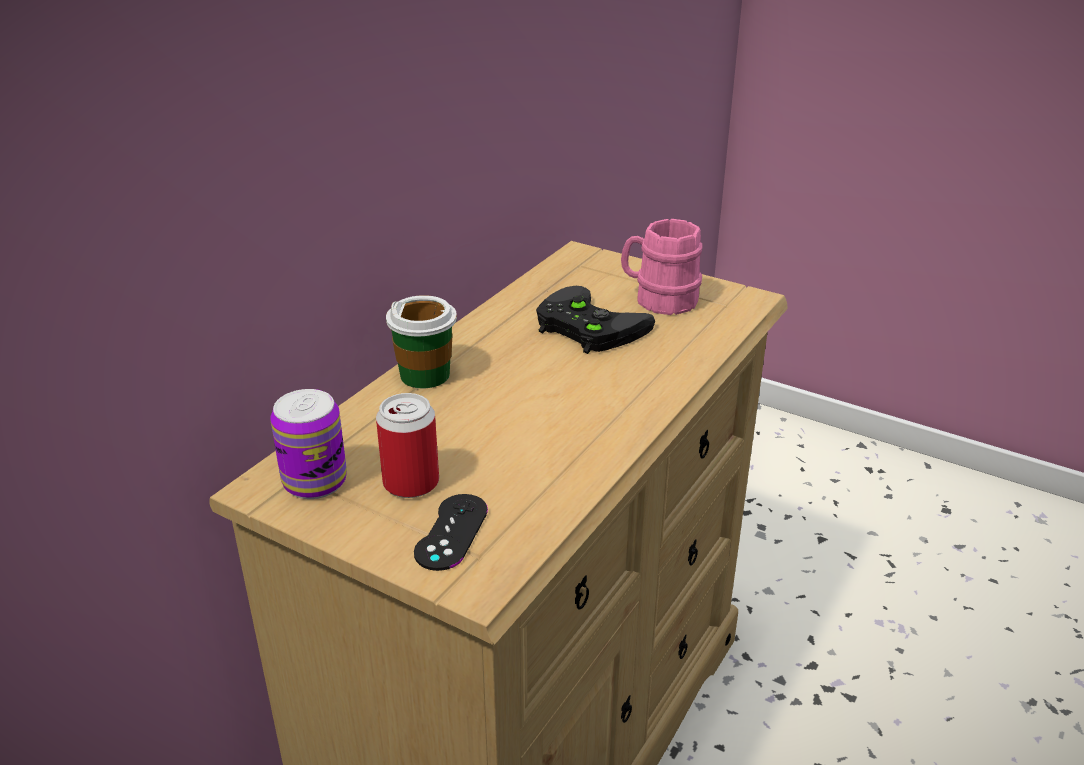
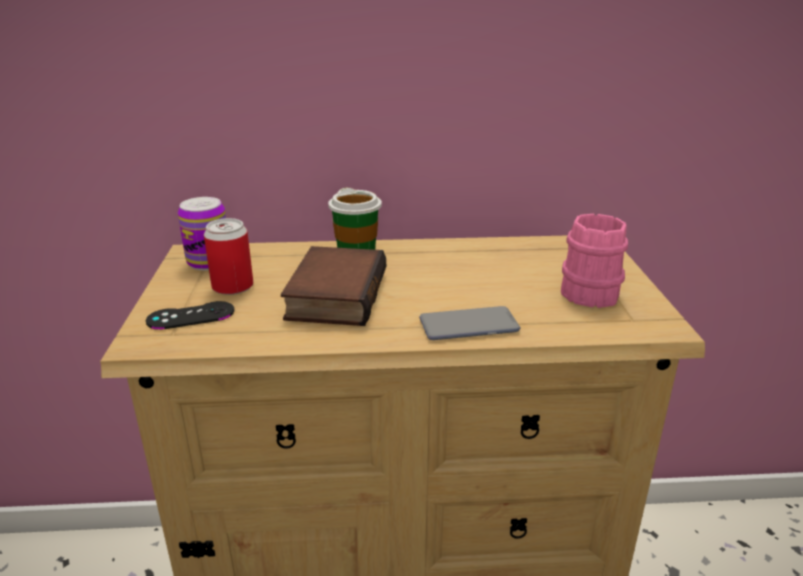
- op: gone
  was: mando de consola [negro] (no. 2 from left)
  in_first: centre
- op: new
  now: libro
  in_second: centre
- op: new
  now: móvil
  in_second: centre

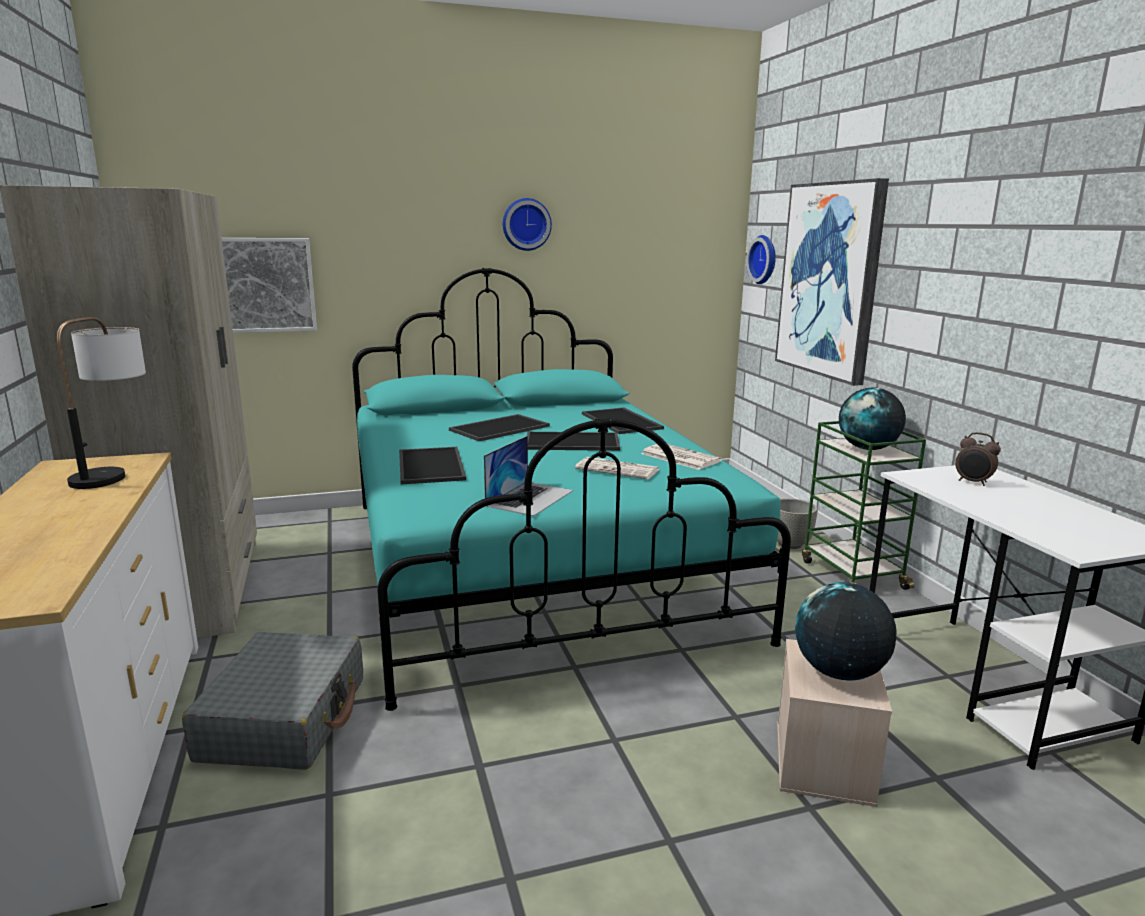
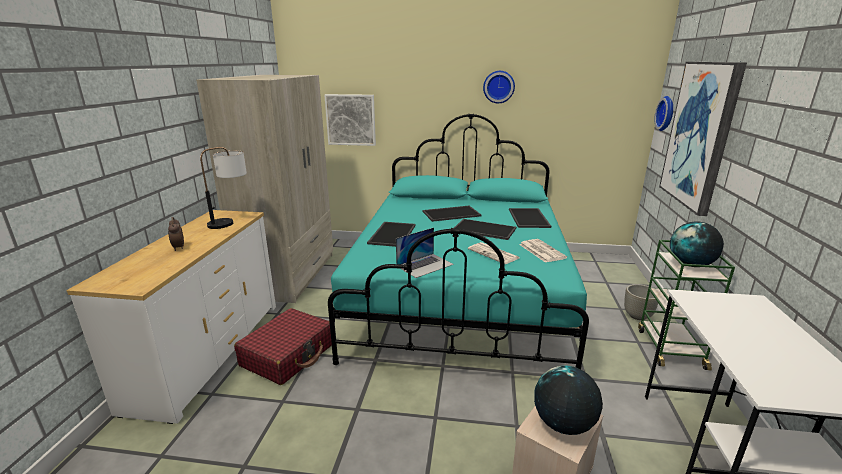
- op: repainted
  was: maleta [gris]
  now: maleta [rojo]
  in_first: bottom left
  in_second: bottom centre
- op: shifted
  was: despertador
  in_first: middle right
  in_second: middle left

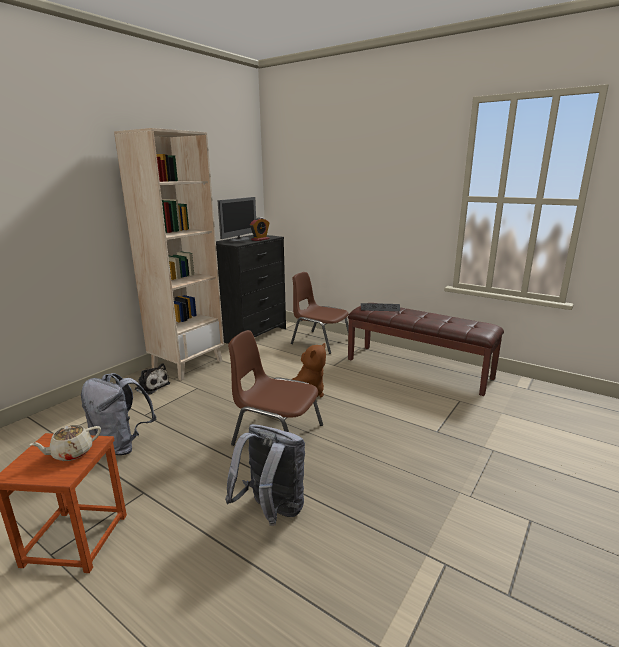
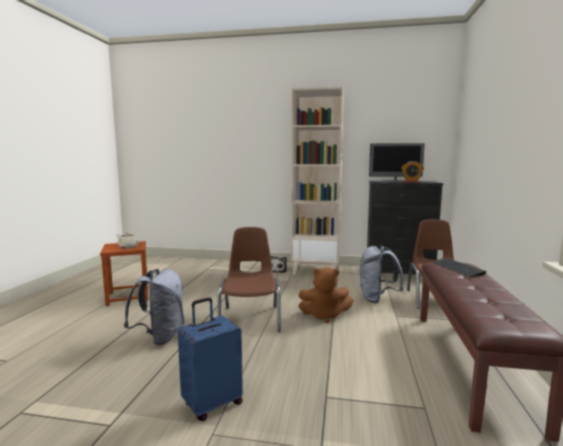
- op: shifted
  was: mochila [gris] (no. 1 from left in the first image)
  now: mochila [gris] (no. 2 from left)
  in_first: middle left
  in_second: middle right
- op: new
  now: maleta [azul]
  in_second: bottom centre

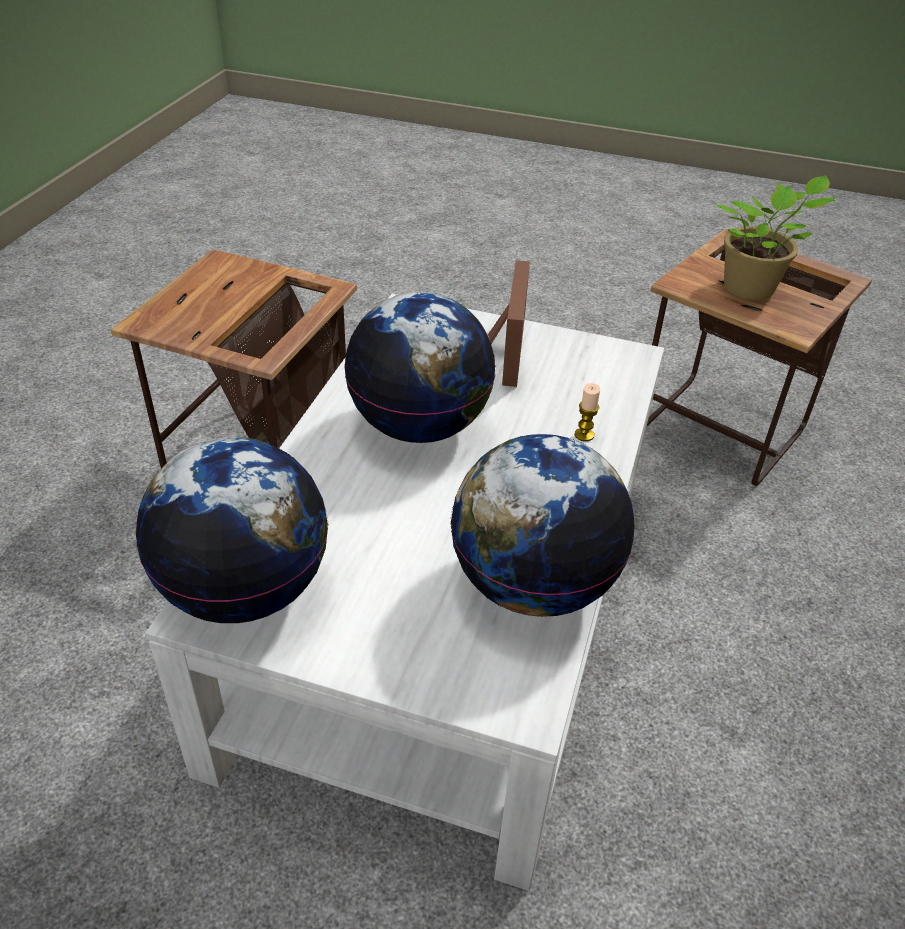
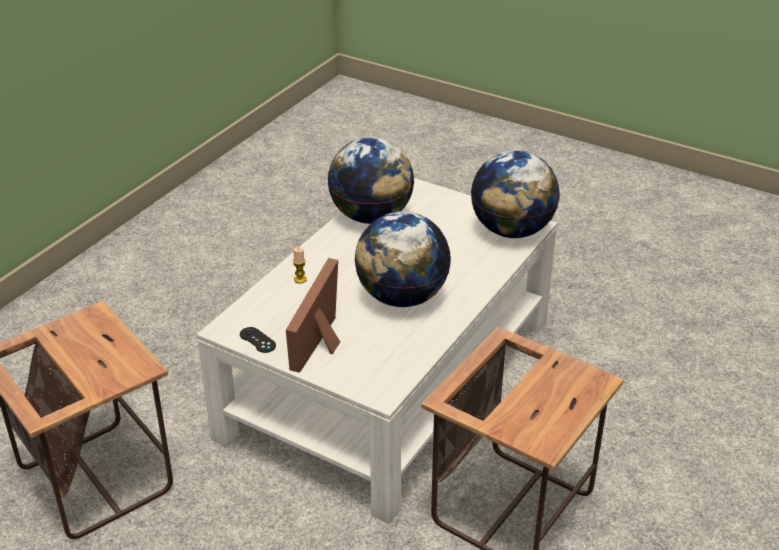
- op: gone
  was: planta en maceta
  in_first: top right
- op: new
  now: mando de consola [negro]
  in_second: middle left

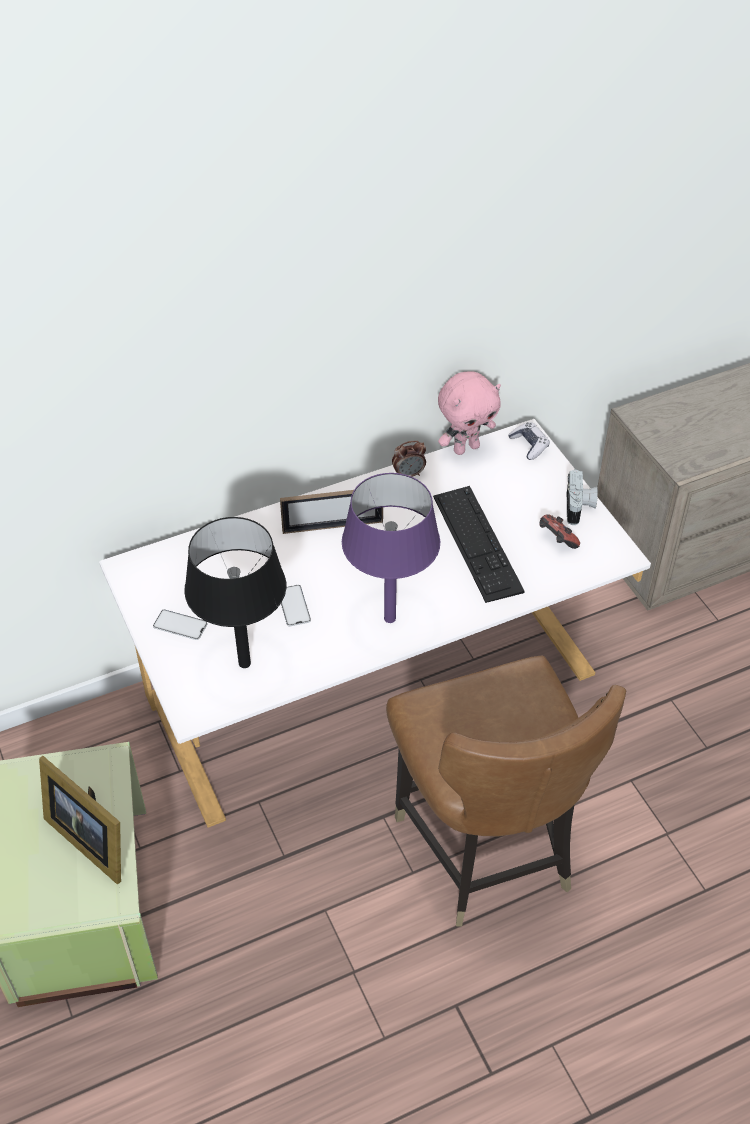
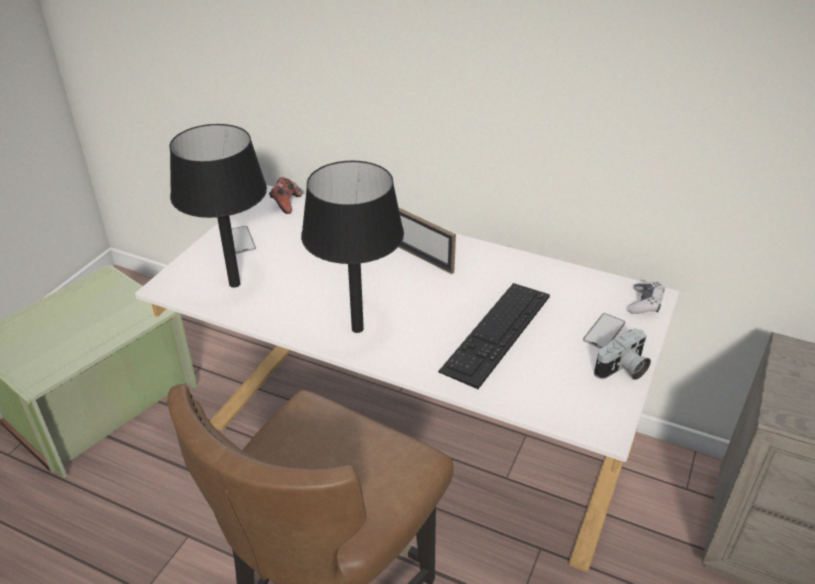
- op: gone
  was: portarretratos (no. 1 from left)
  in_first: bottom left
- op: shifted
  was: móvil (no. 2 from left)
  in_first: centre
  in_second: middle right
- op: repainted
  was: lámpara de mesa [morado]
  now: lámpara de mesa [negro] (no. 2 from left)
  in_first: centre
  in_second: centre
- op: gone
  was: despertador
  in_first: centre
- op: gone
  was: peluche [rosa]
  in_first: centre
- op: shifted
  was: mando de consola (no. 2 from left in the first image)
  now: mando de consola (no. 1 from left)
  in_first: middle right
  in_second: centre

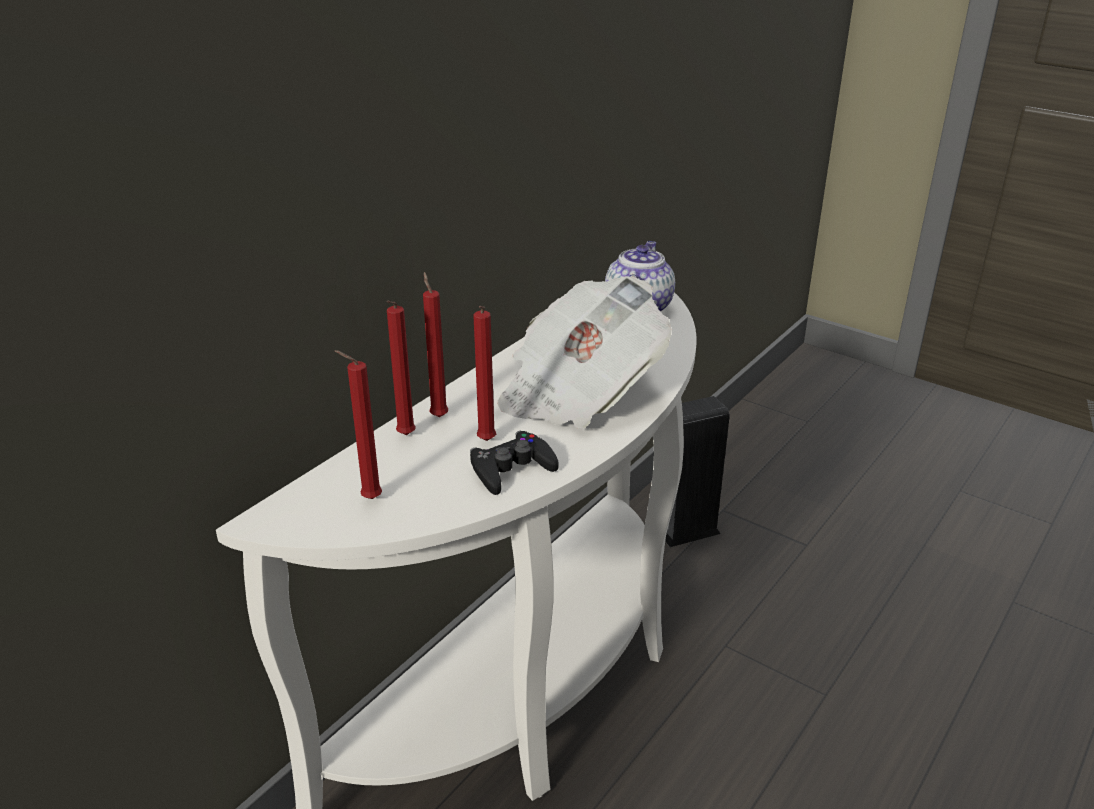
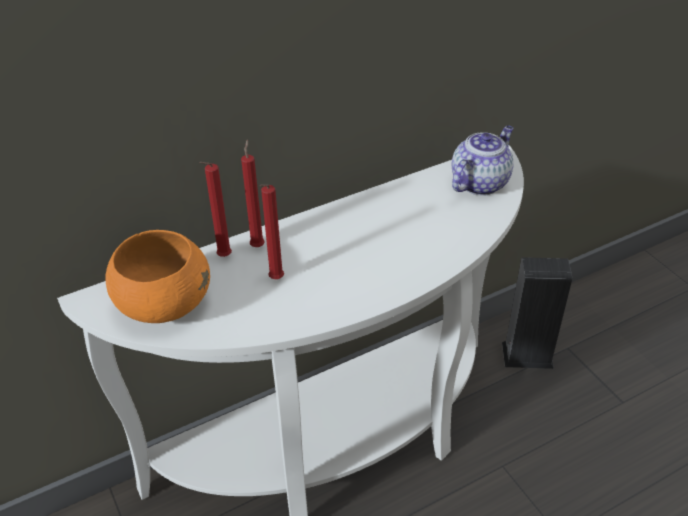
- op: swapped
  was: vela [rojo] (no. 1 from left)
  now: cuenco [naranja]
  in_first: middle left
  in_second: middle left
- op: gone
  was: mando de consola [negro]
  in_first: centre
- op: gone
  was: periódico
  in_first: centre

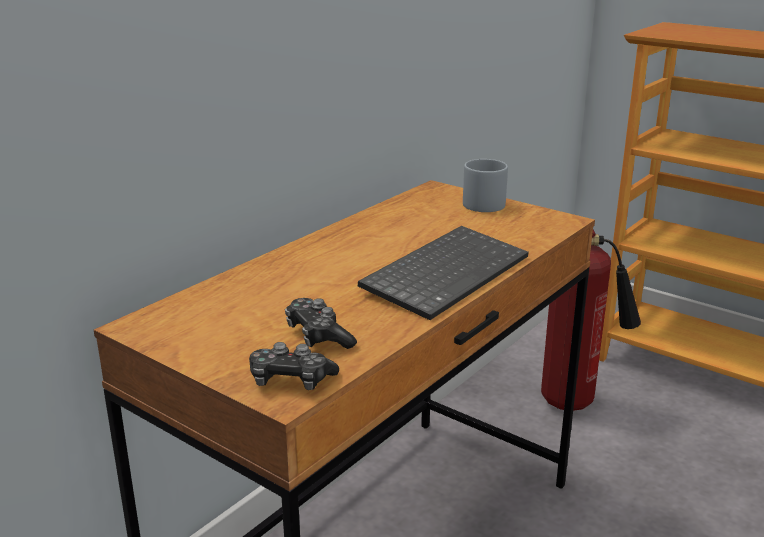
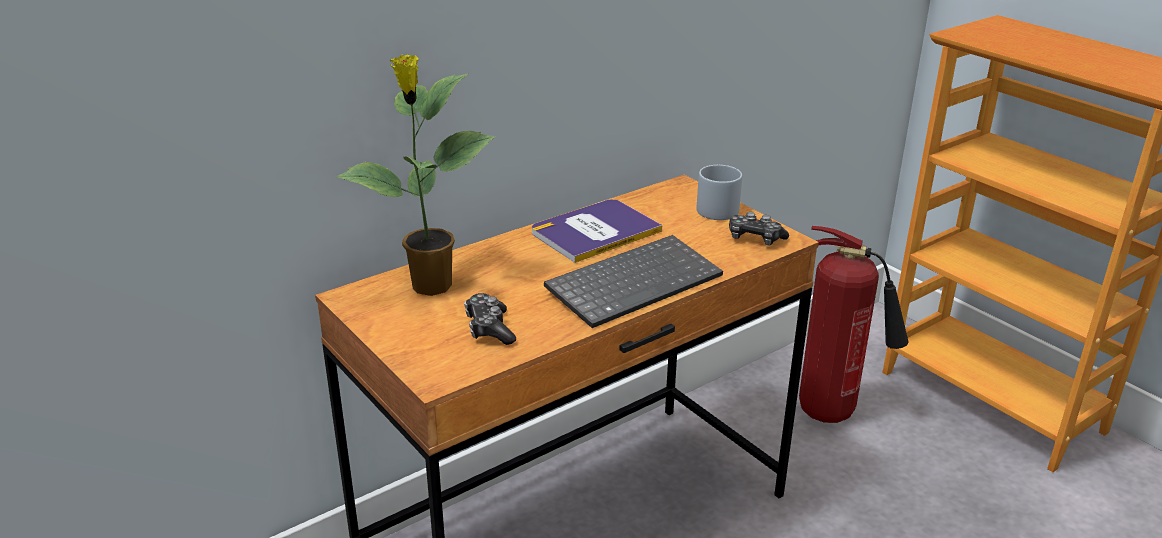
- op: shifted
  was: mando de consola (no. 1 from left in the first image)
  now: mando de consola (no. 2 from left)
  in_first: bottom centre
  in_second: centre
- op: new
  now: planta en maceta
  in_second: top centre
- op: new
  now: libro
  in_second: centre

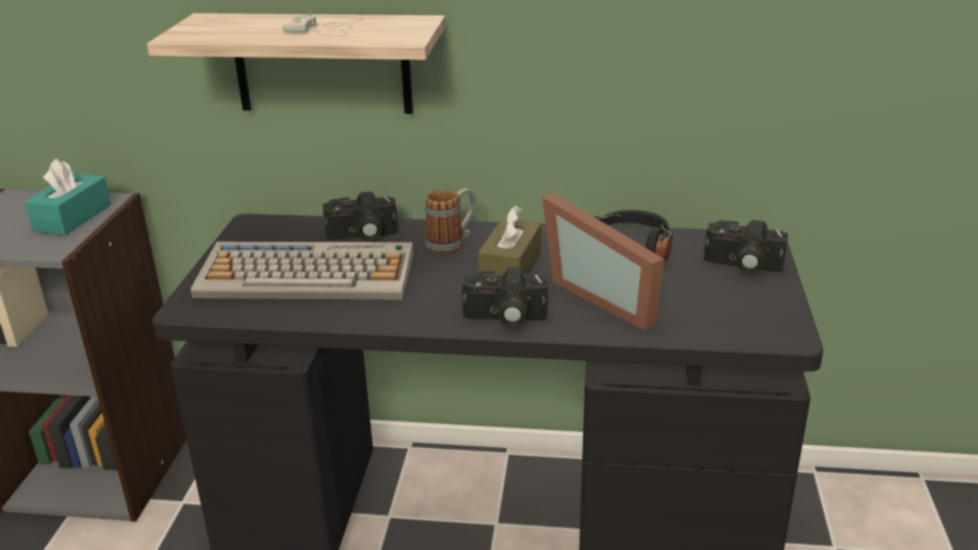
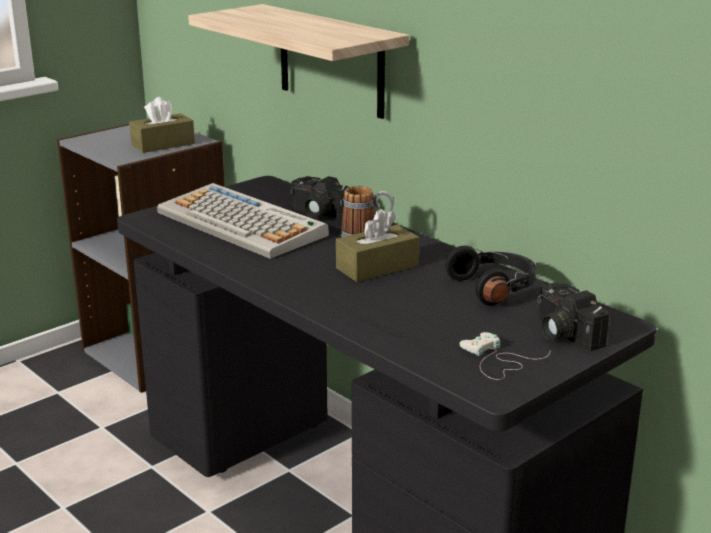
- op: repainted
  was: caja de pañuelos [turquesa]
  now: caja de pañuelos [marrón] (no. 1 from left)
  in_first: middle left
  in_second: top left
- op: shifted
  was: mando de consola [blanco]
  in_first: top left
  in_second: bottom right
- op: gone
  was: cámara (no. 2 from left)
  in_first: centre
- op: gone
  was: portarretratos
  in_first: centre

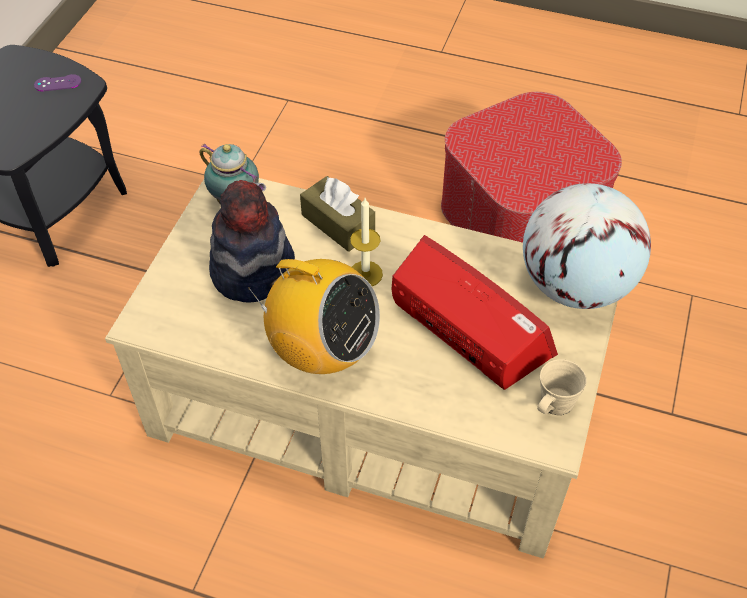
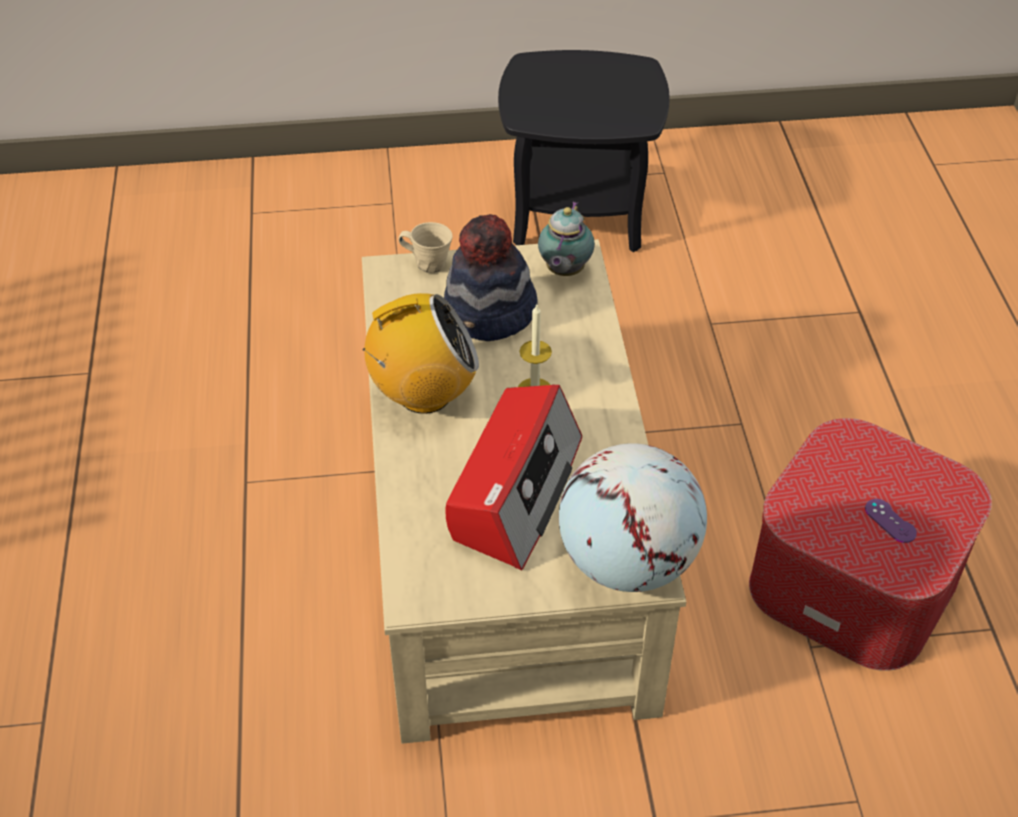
- op: shifted
  was: mando de consola [morado]
  in_first: top left
  in_second: middle right
- op: rotated
  was: radio (no. 1 from left)
  in_first: centre
  in_second: centre
  clockwise: -105
- op: gone
  was: caja de pañuelos [marrón]
  in_first: centre
- op: shifted
  was: taza grande [beis]
  in_first: middle right
  in_second: top centre

